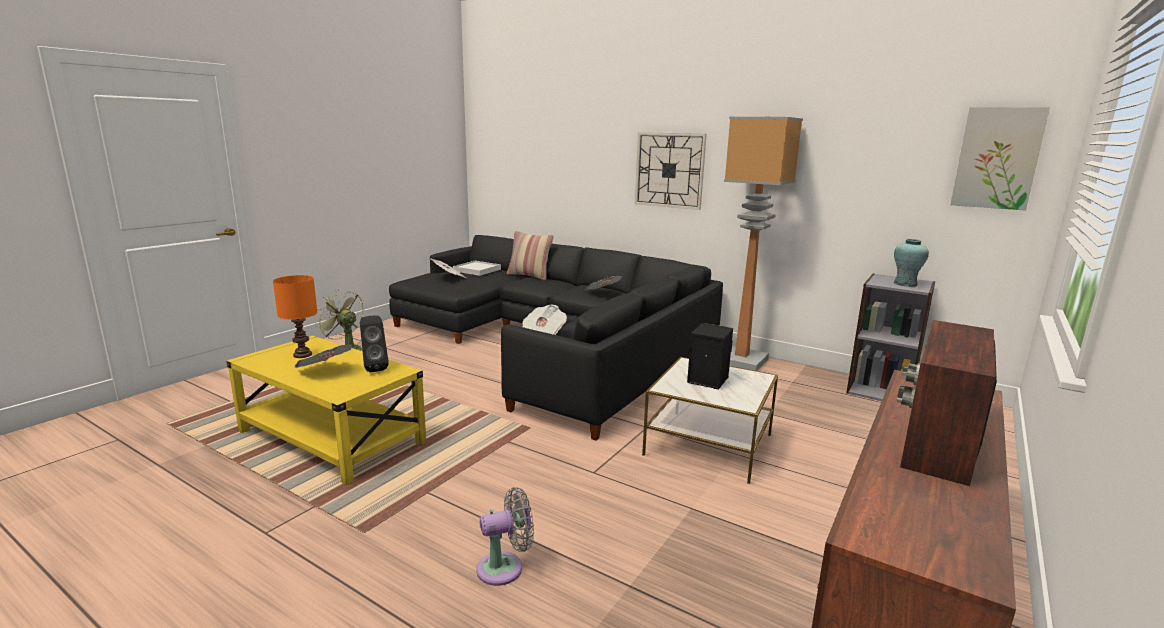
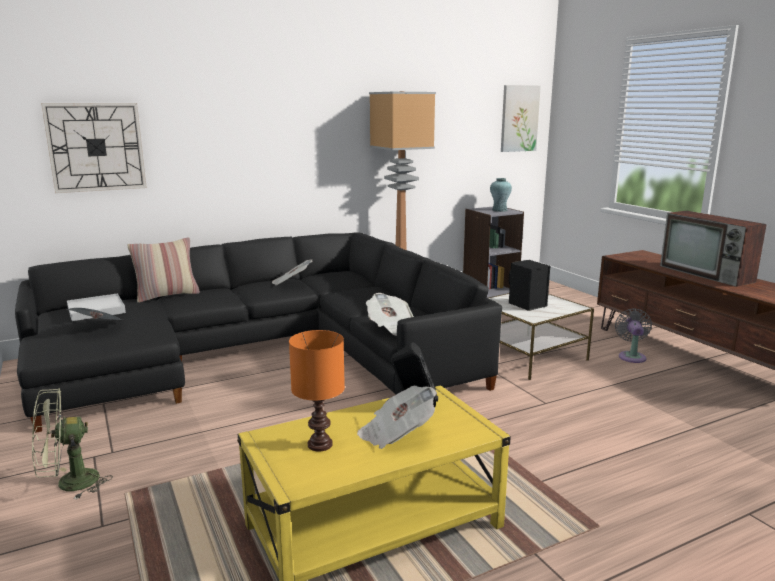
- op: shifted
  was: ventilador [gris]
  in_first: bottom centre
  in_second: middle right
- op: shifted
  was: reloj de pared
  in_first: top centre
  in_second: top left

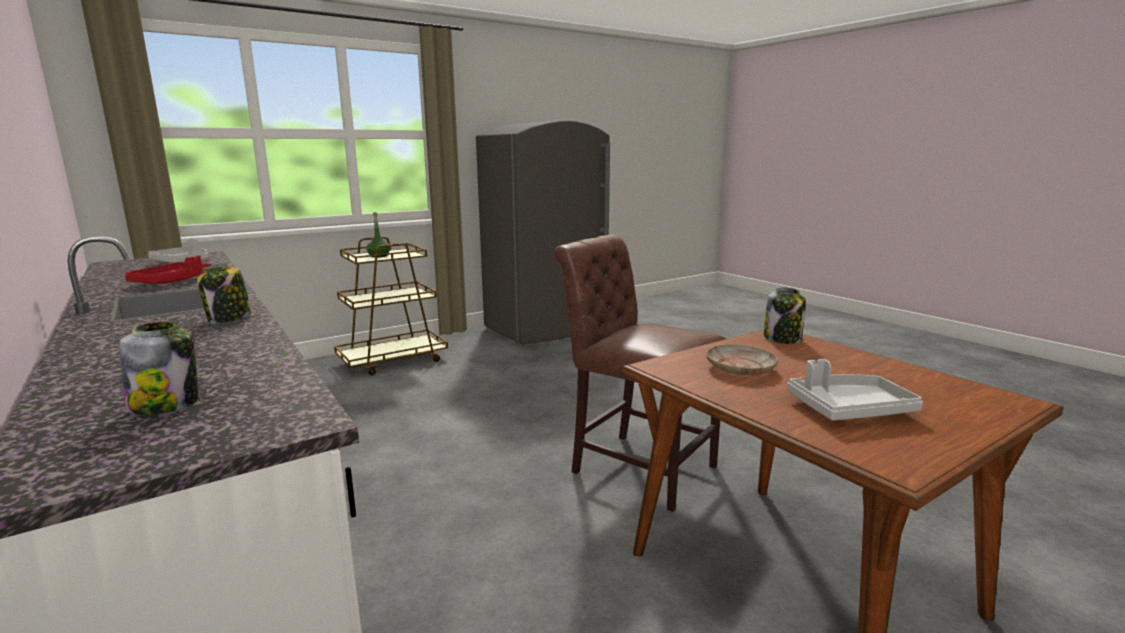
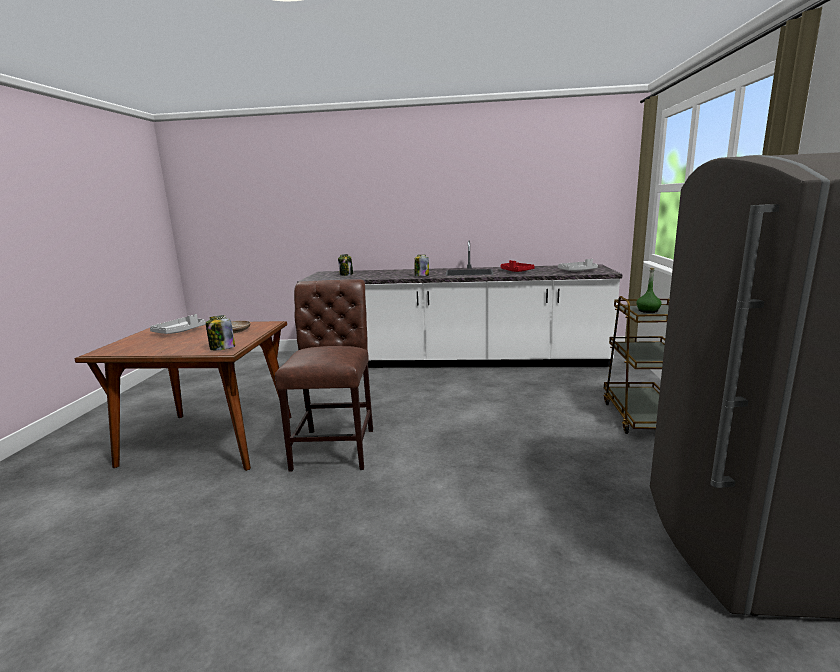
- op: rotated
  was: silla [marrón]
  in_first: centre
  in_second: centre
  clockwise: -75

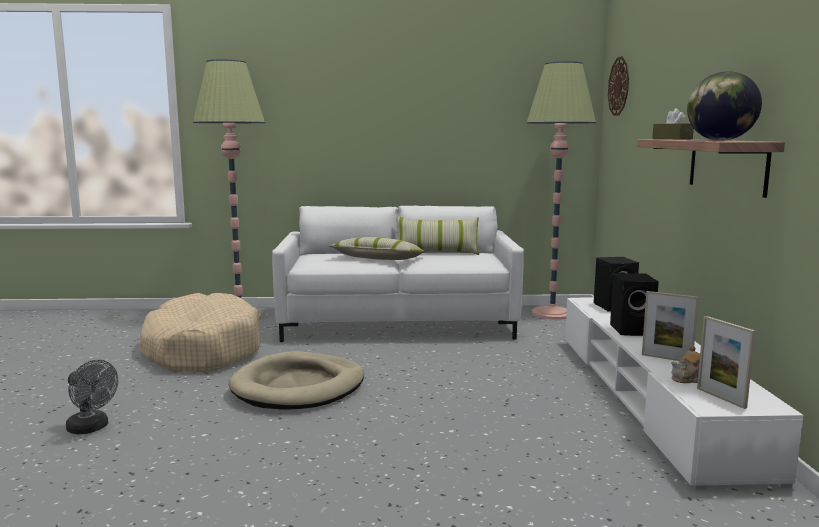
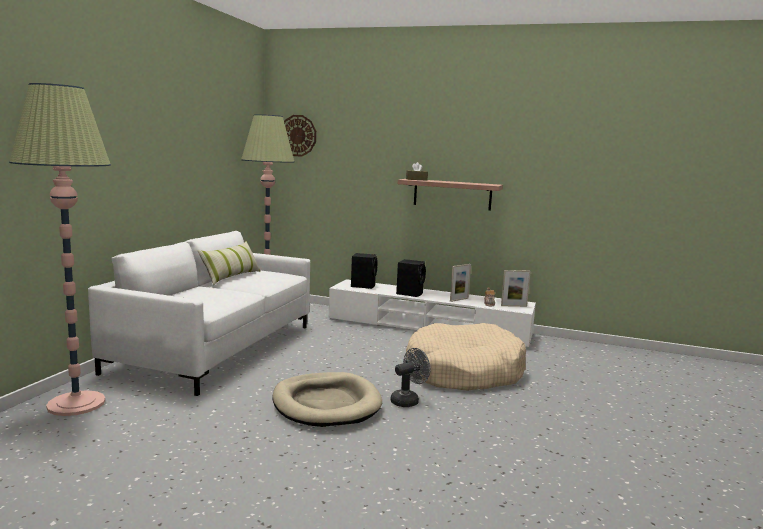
- op: shifted
  was: ventilador [gris]
  in_first: bottom left
  in_second: bottom centre
- op: shifted
  was: cama para perro [beis] (no. 1 from left in the first image)
  now: cama para perro [beis] (no. 2 from left)
  in_first: middle left
  in_second: bottom centre
- op: gone
  was: cojín (no. 1 from left)
  in_first: centre
- op: gone
  was: globo terráqueo
  in_first: top right

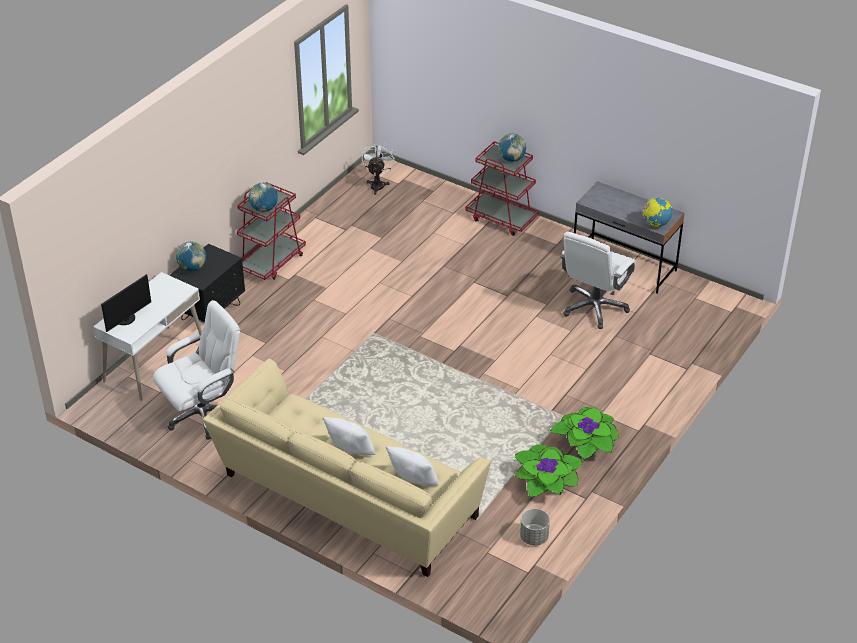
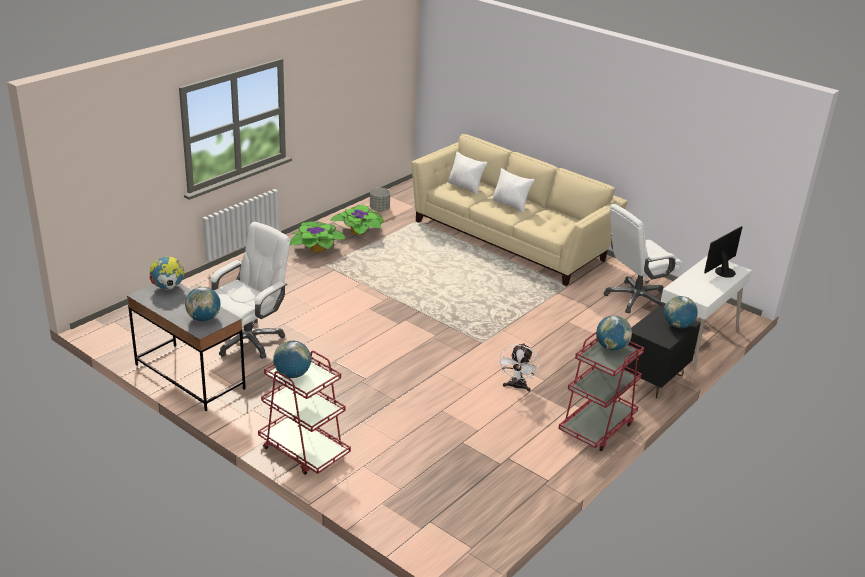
- op: shifted
  was: ventilador [blanco]
  in_first: top centre
  in_second: centre
- op: new
  now: globo terráqueo (no. 2 from left)
  in_second: middle left

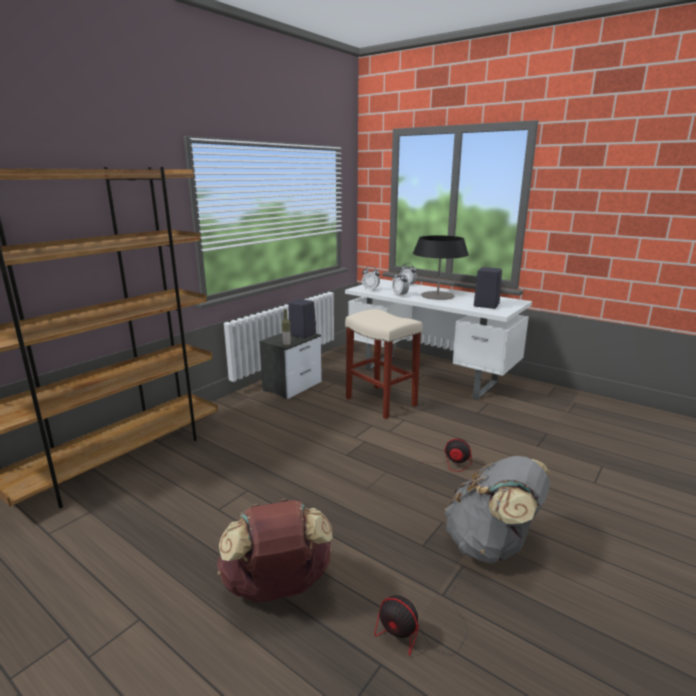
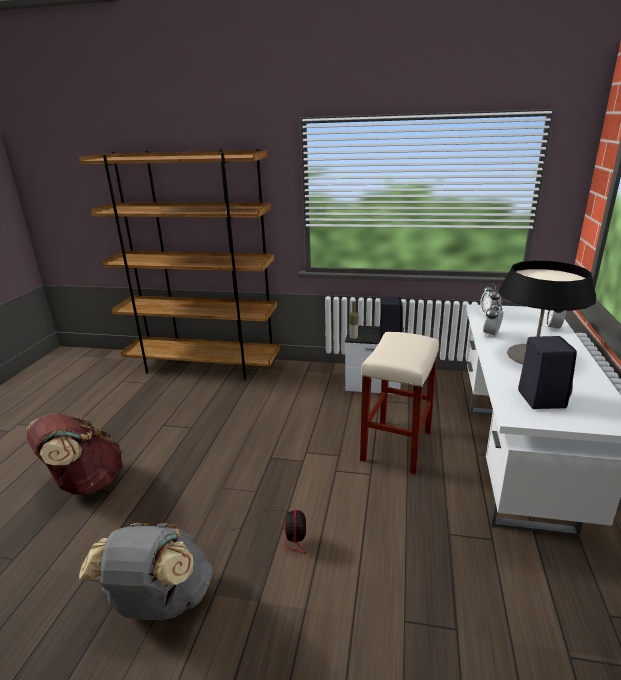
- op: gone
  was: ventilador (no. 1 from left)
  in_first: bottom centre

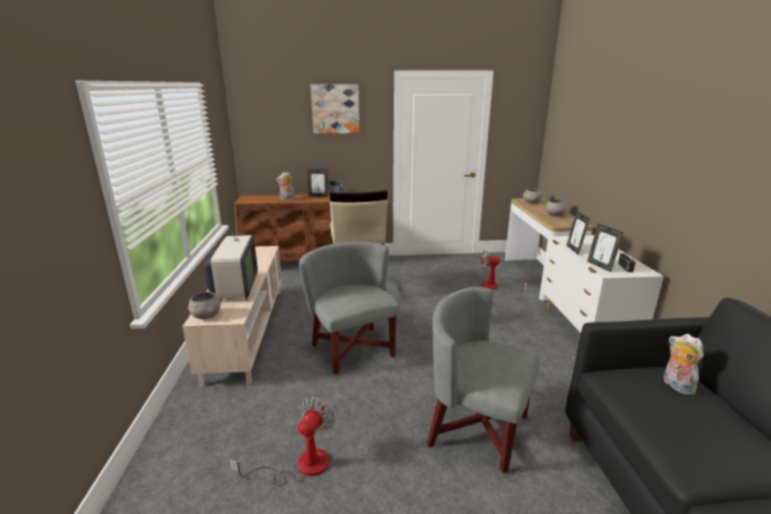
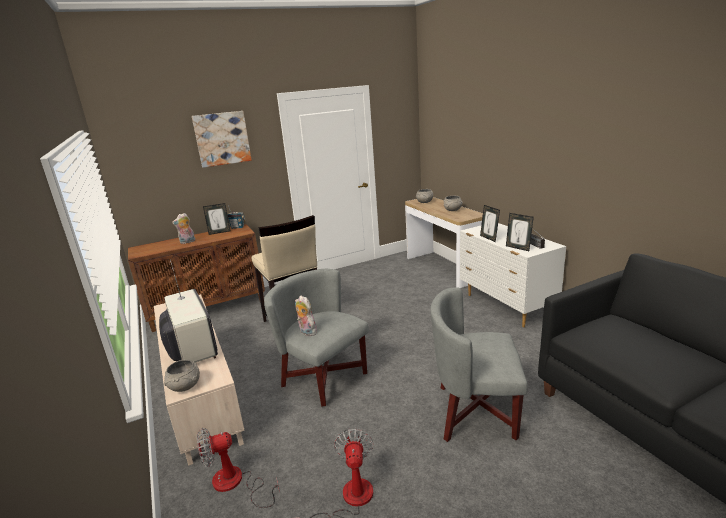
- op: shifted
  was: ventilador (no. 2 from left in the first image)
  now: ventilador (no. 1 from left)
  in_first: centre
  in_second: bottom left
- op: shifted
  was: peluche (no. 2 from left)
  in_first: bottom right
  in_second: centre

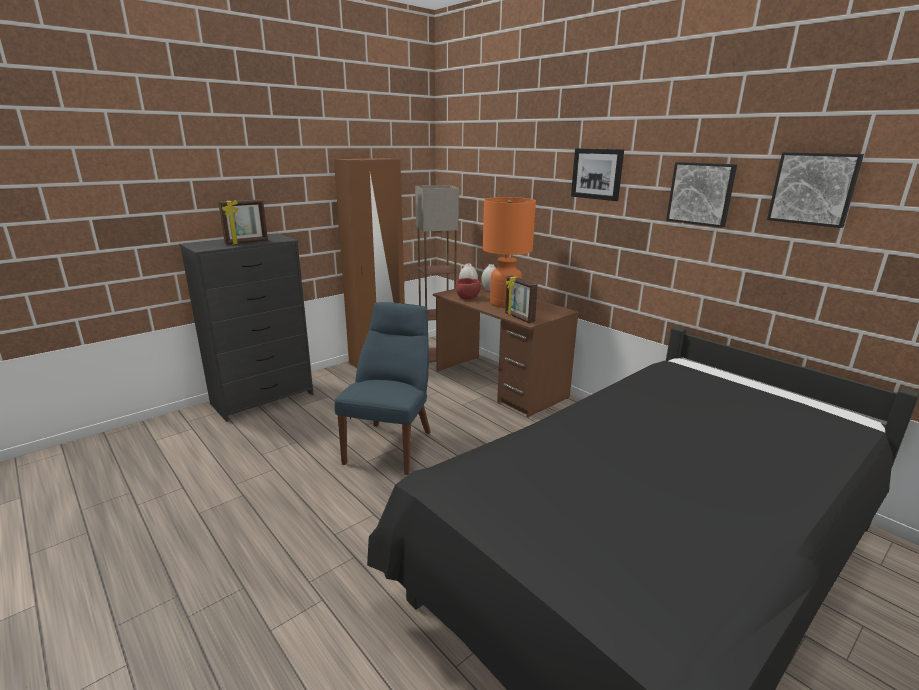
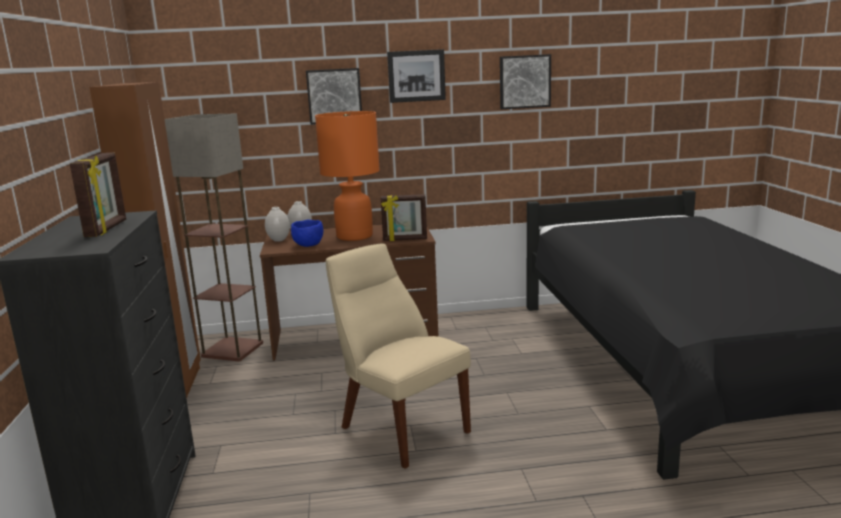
- op: repainted
  was: silla [azul]
  now: silla [beis]
  in_first: centre
  in_second: bottom centre
- op: repainted
  was: cuenco [rojo]
  now: cuenco [azul]
  in_first: centre
  in_second: centre
- op: shifted
  was: cuadro (no. 3 from left in the first image)
  now: cuadro (no. 1 from left)
  in_first: top right
  in_second: top centre

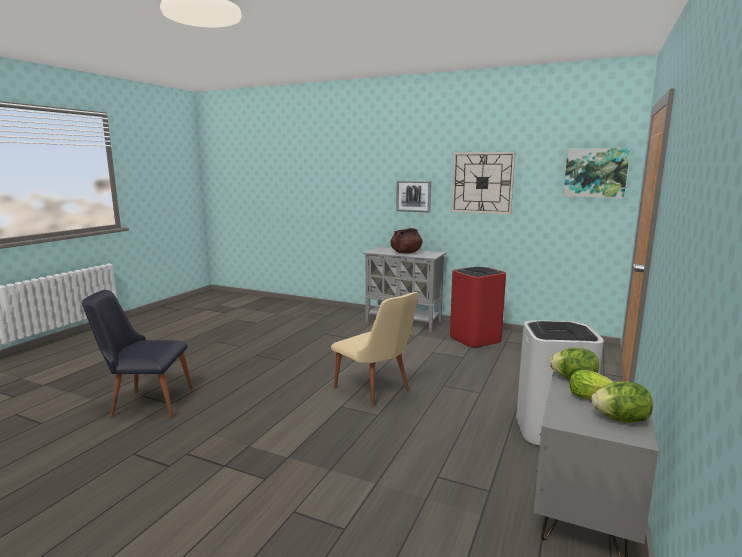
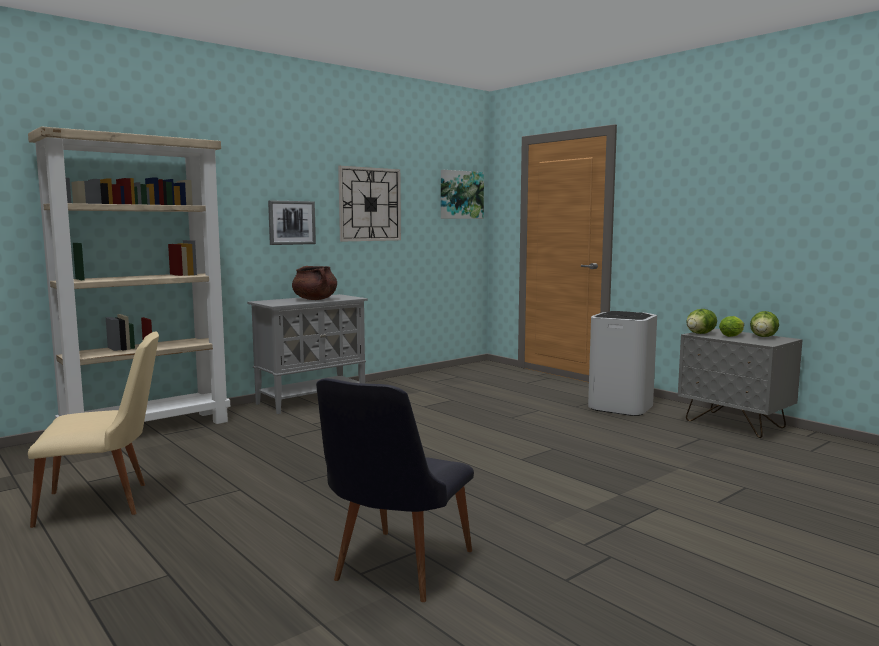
- op: shifted
  was: silla [beis]
  in_first: centre
  in_second: middle left
- op: gone
  was: papelera [rojo]
  in_first: centre
- op: new
  now: estantería [beis]
  in_second: middle left

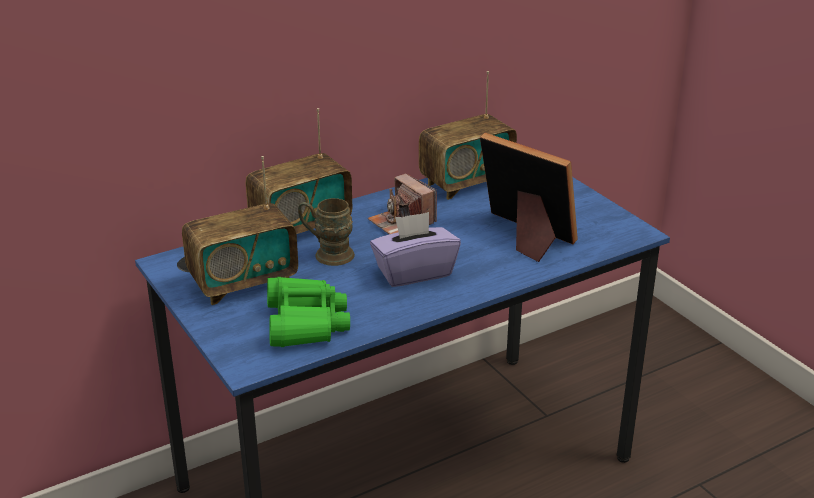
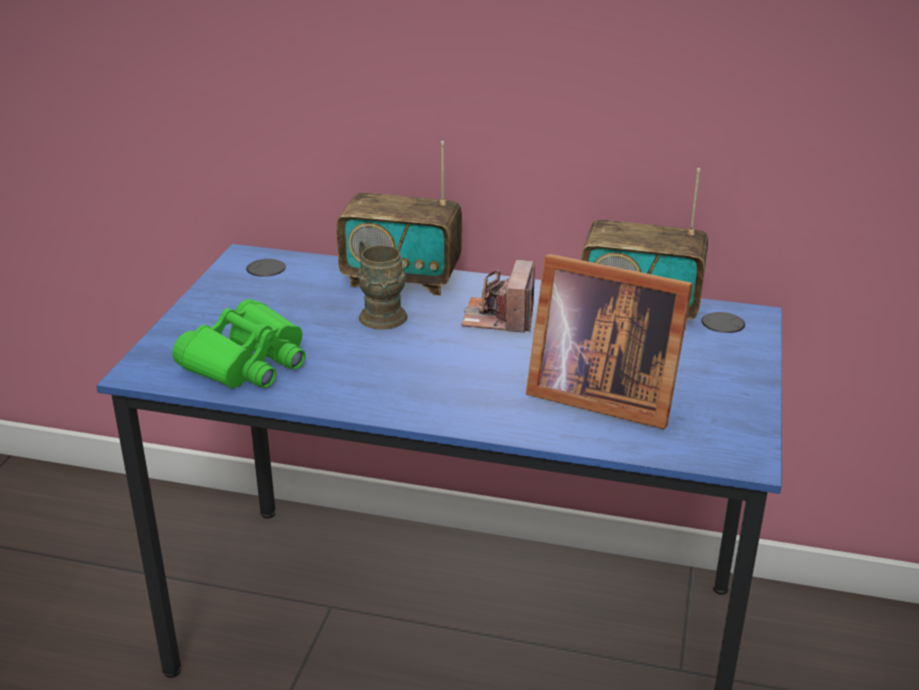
- op: gone
  was: radio (no. 1 from left)
  in_first: middle left
- op: gone
  was: caja de pañuelos [morado]
  in_first: centre
- op: rotated
  was: portarretratos
  in_first: centre
  in_second: centre
  clockwise: 120

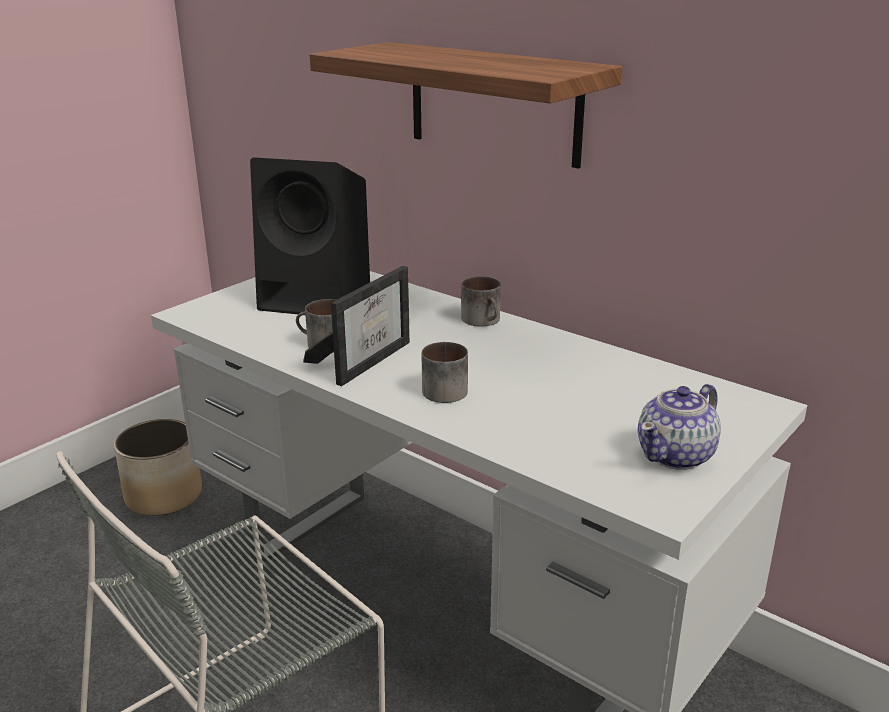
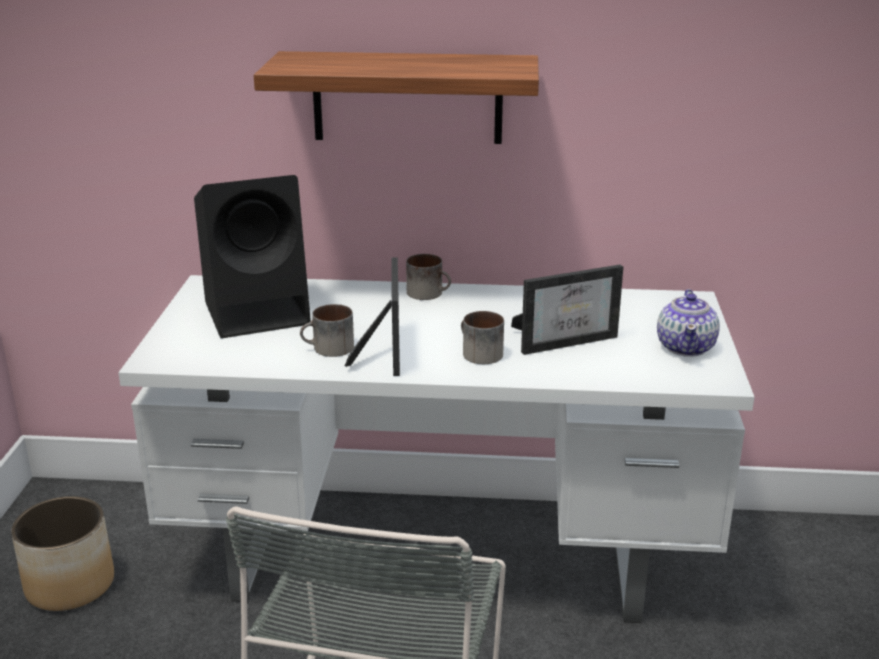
- op: new
  now: portarretratos (no. 2 from left)
  in_second: centre

